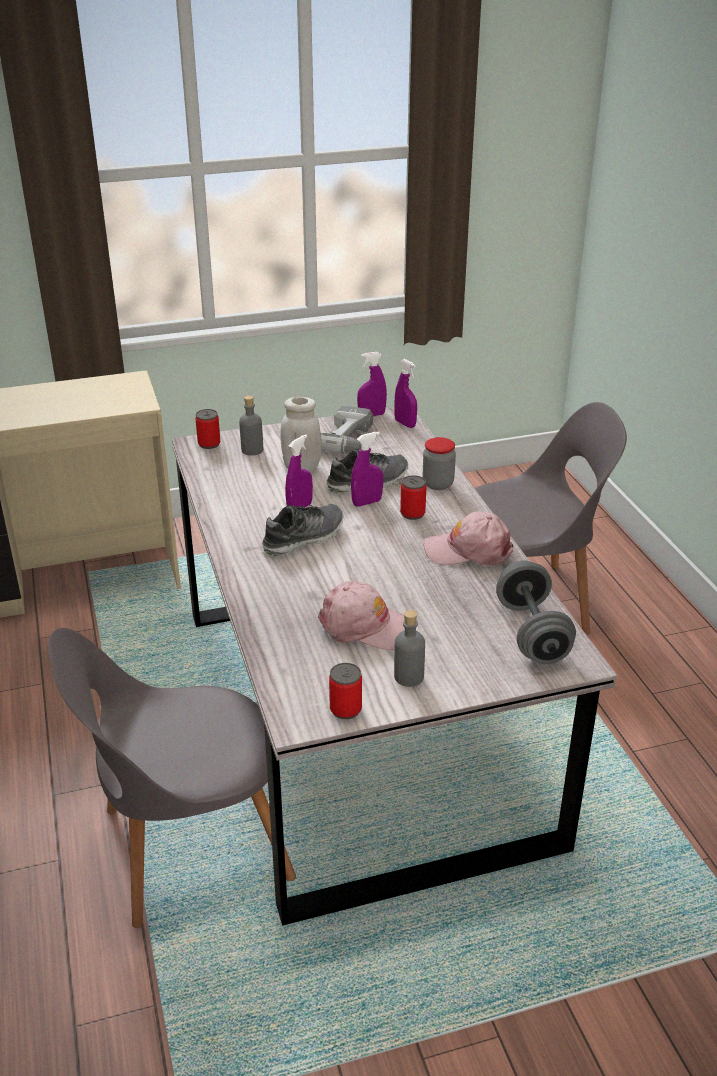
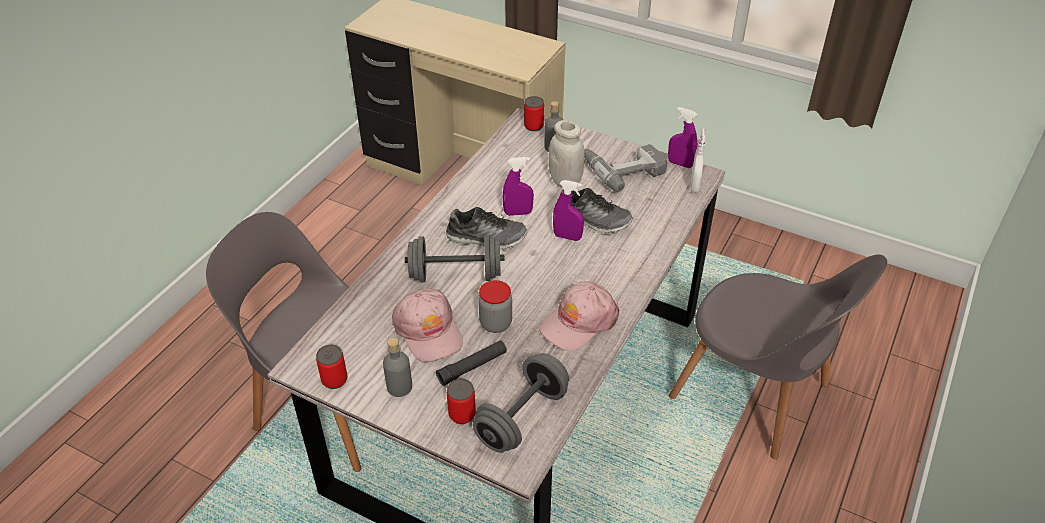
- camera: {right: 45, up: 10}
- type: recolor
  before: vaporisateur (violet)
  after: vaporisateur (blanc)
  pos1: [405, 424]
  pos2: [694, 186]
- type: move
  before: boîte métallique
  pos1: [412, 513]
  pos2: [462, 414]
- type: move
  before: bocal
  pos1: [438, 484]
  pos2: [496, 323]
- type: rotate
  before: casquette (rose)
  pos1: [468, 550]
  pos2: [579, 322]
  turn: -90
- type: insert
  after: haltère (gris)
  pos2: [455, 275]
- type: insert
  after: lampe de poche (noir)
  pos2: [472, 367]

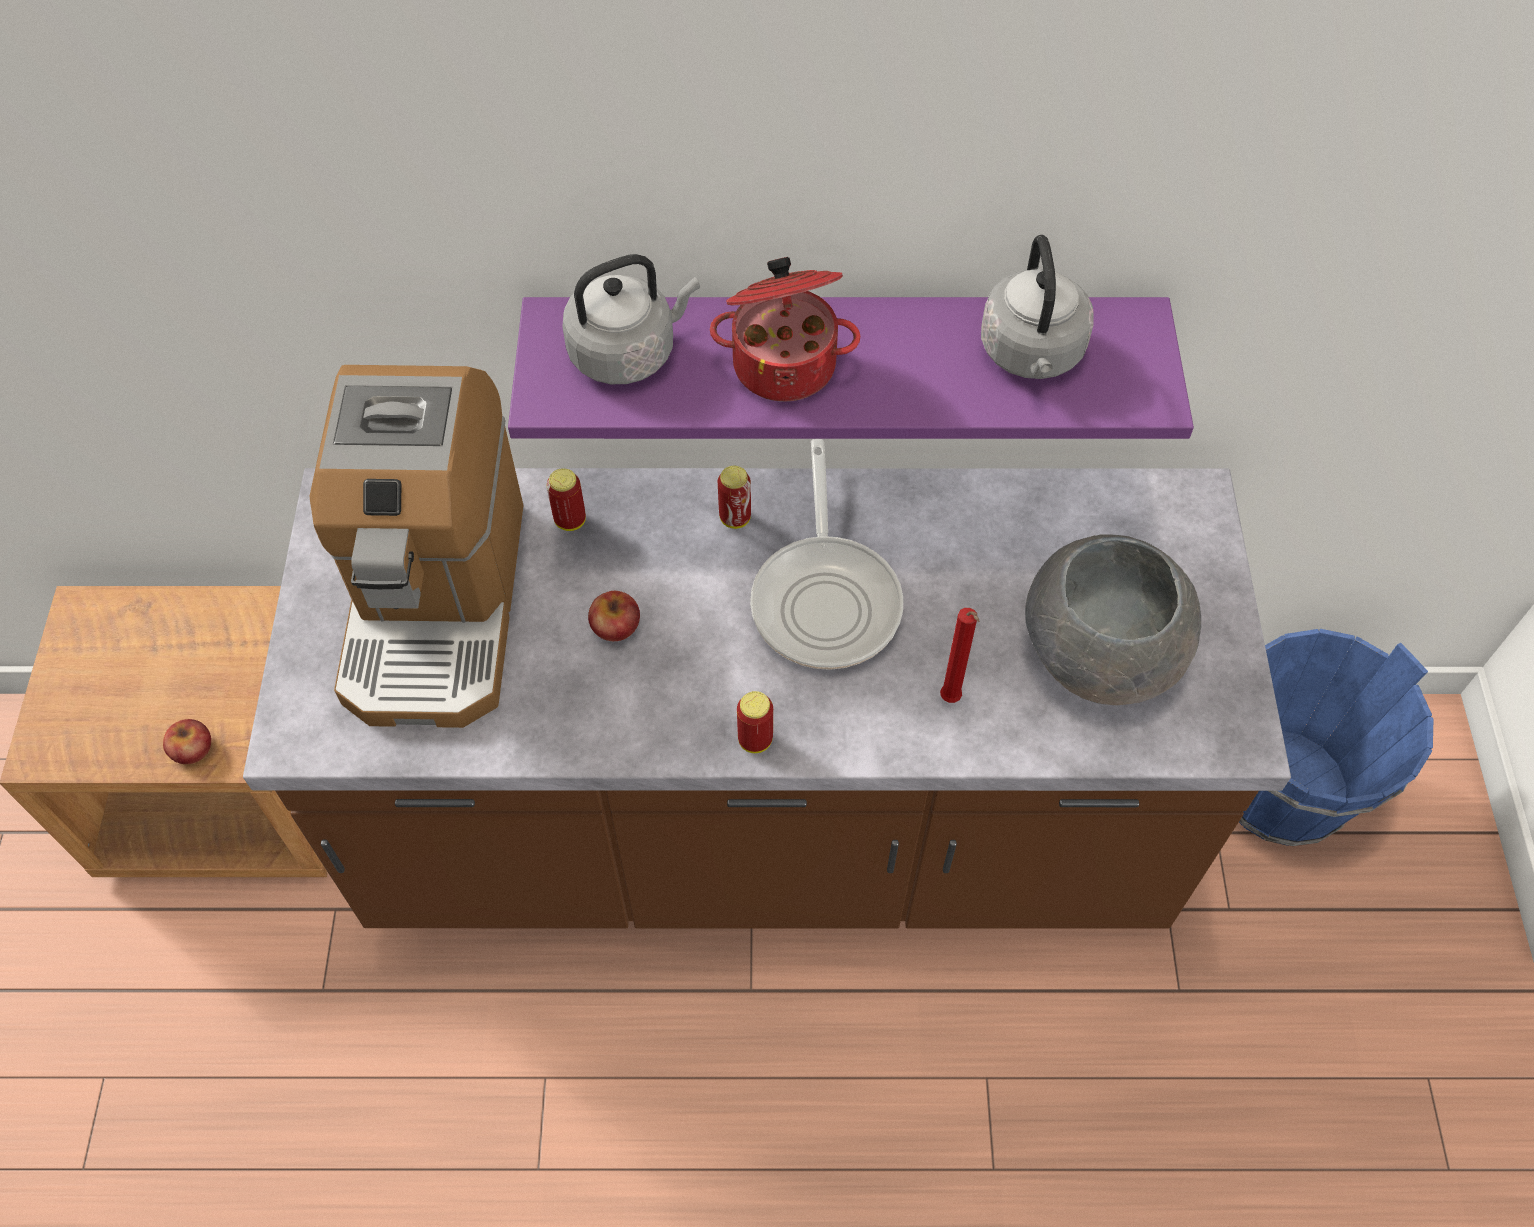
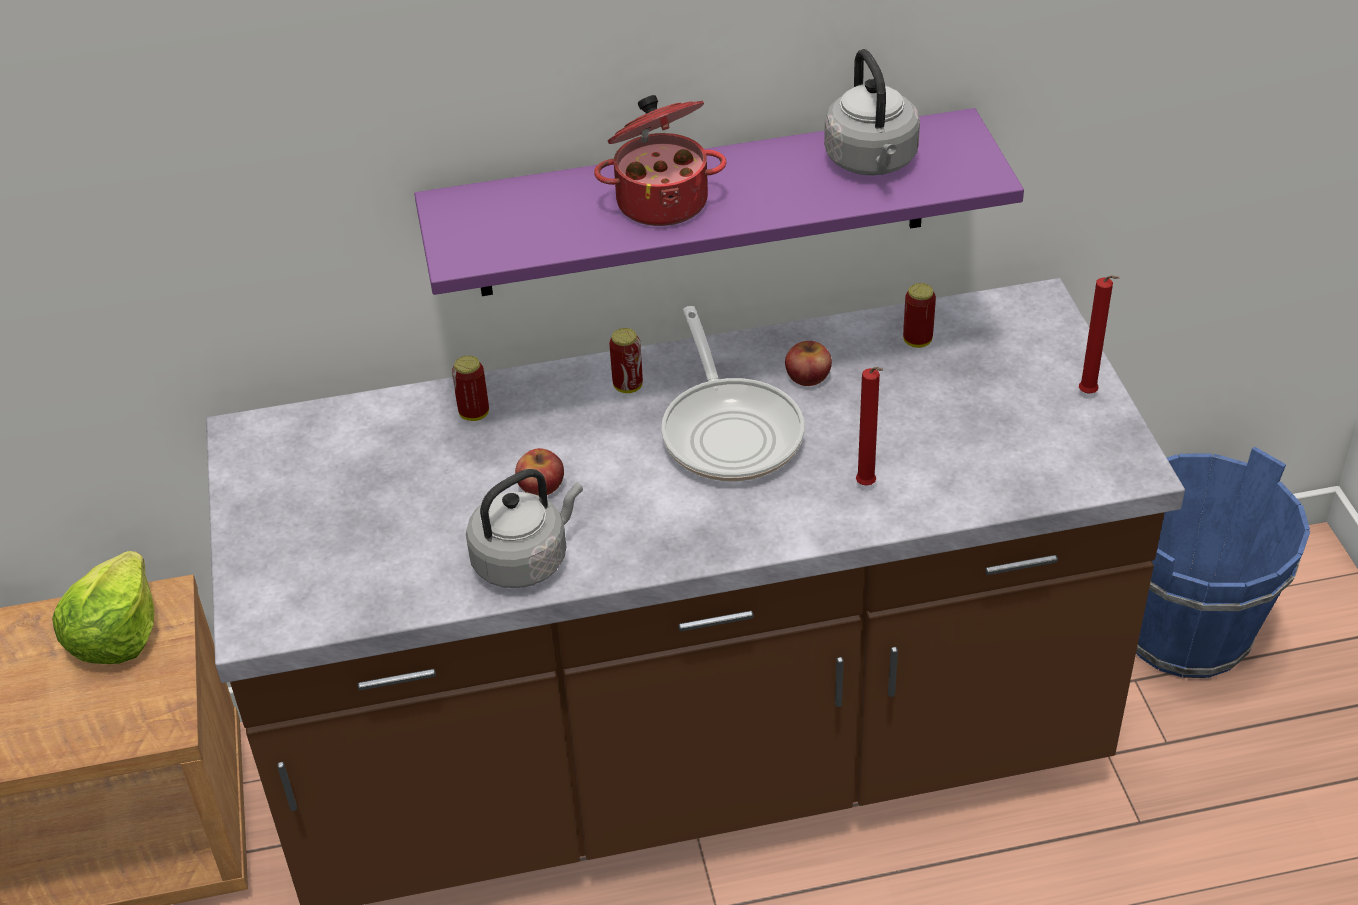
- camera: {right: -10, up: -15}
- type: move
  before: pomme
  pos1: [192, 749]
  pos2: [808, 375]
- type: delete
  before: machine à café
  pos1: [436, 603]
- type: move
  before: bouilloire (gris)
  pos1: [628, 352]
  pos2: [524, 559]
- type: move
  before: boîte métallique
  pos1: [755, 739]
  pos2: [917, 341]
- type: delete
  before: bol (gris)
  pos1: [1100, 655]
- type: insert
  after: laitue
  pos2: [115, 633]
- type: insert
  after: bougie (rouge)
  pos2: [1089, 395]

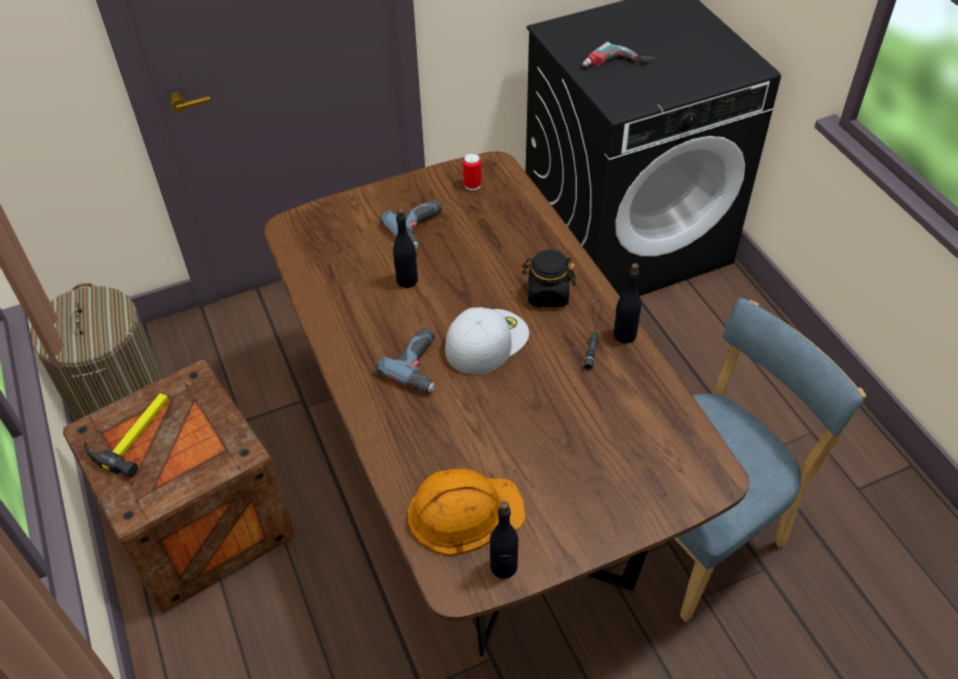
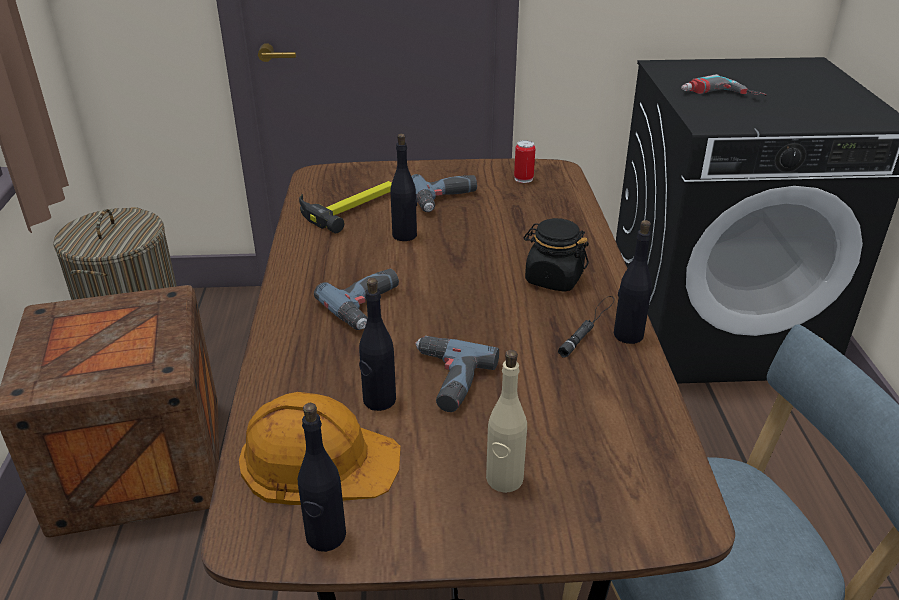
- camera: {right: 20, up: -15}
- type: move
  before: marteau
  pos1: [134, 434]
  pos2: [351, 207]
- type: delete
  before: casquette (blanc)
  pos1: [486, 340]
- type: insert
  after: bouteille (noir)
  pos2: [379, 400]
- type: insert
  after: perceuse
  pos2: [445, 380]
- type: insert
  after: bouteille (beige)
  pos2: [504, 479]

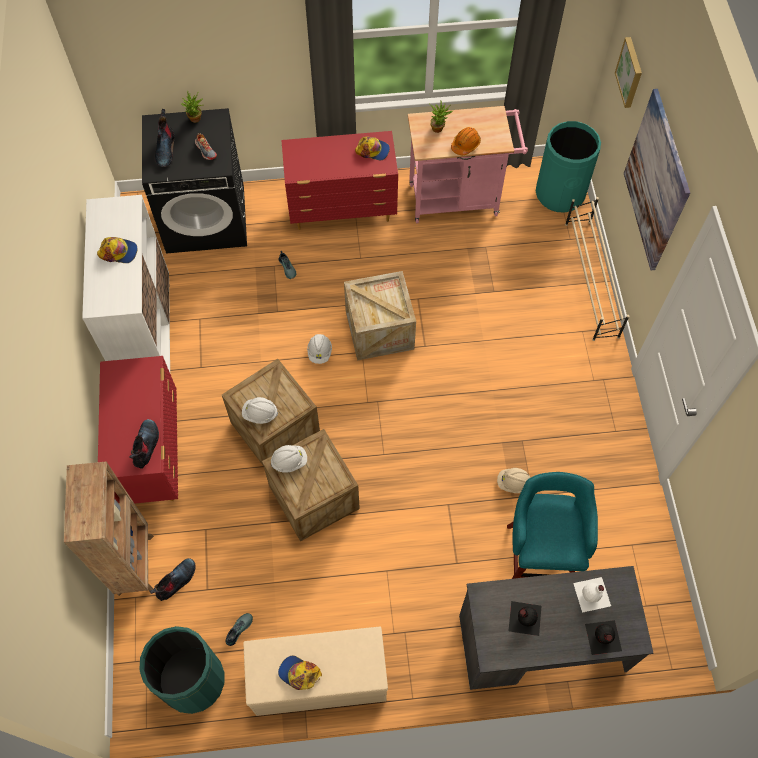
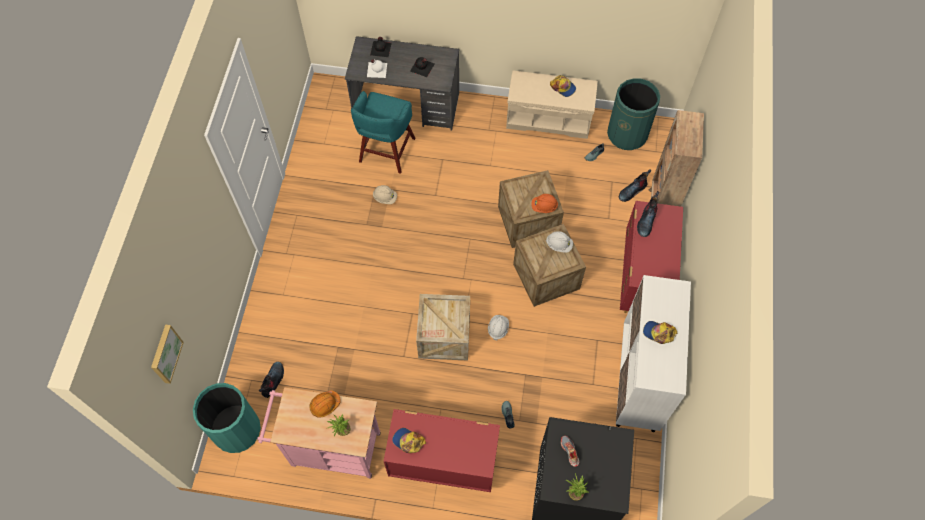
- camera: {right: -165, up: 0}
- type: move
  before: botte
  pos1: [165, 149]
  pos2: [273, 381]
- type: recolor
  before: casque de chantier (blanc)
  after: casque de chantier (orange)
  pos1: [289, 461]
  pos2: [544, 207]
- type: delete
  before: étagère à chaussures (beige)
  pos1: [591, 280]
- type: delete
  before: tableau
  pos1: [656, 182]

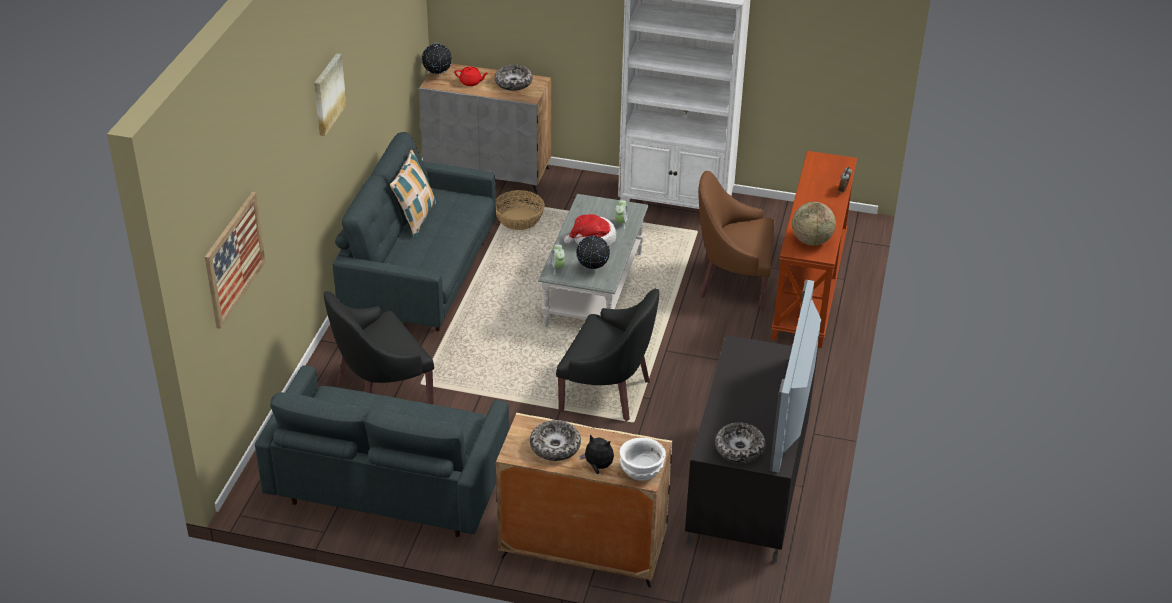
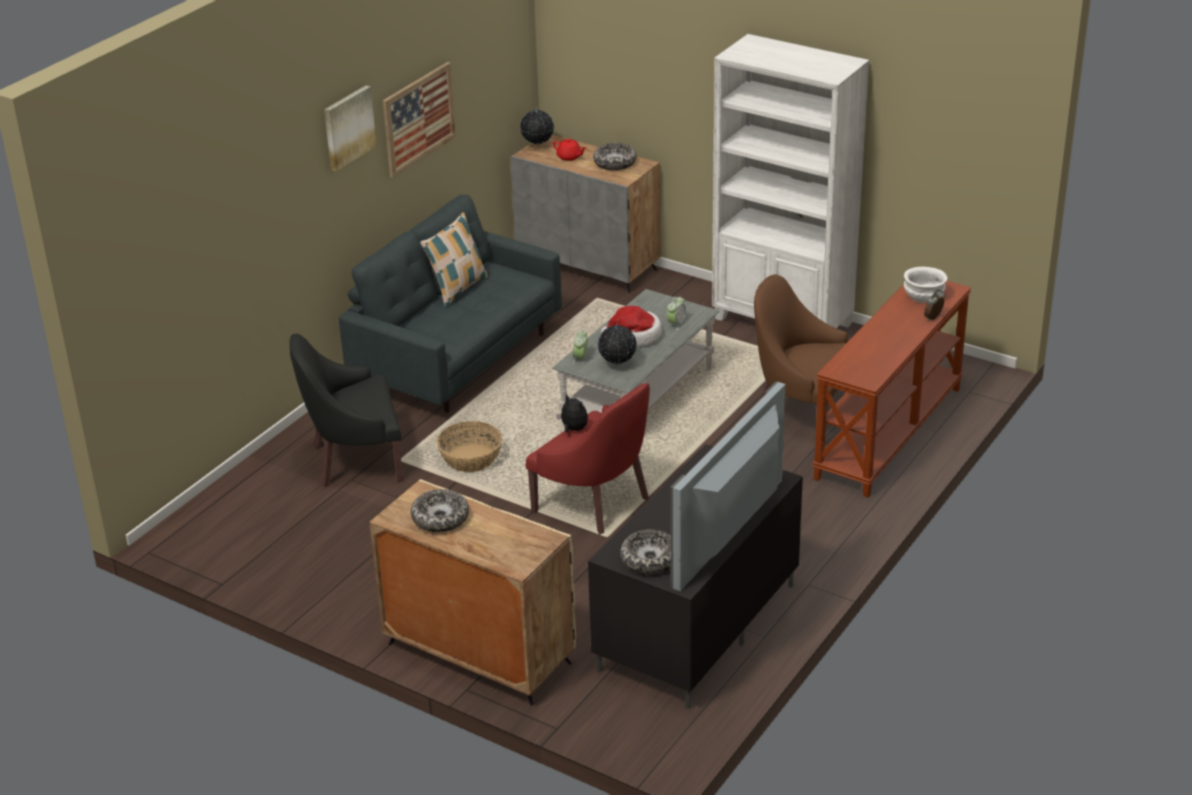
- camera: {right: 20, up: -5}
- type: move
  before: tableau
  pos1: [234, 259]
  pos2: [418, 118]
- type: delete
  before: canapé (gris)
  pos1: [388, 487]
- type: move
  before: panier
  pos1: [518, 219]
  pos2: [470, 458]
- type: recolor
  before: fauteuil (noir)
  after: fauteuil (rouge)
  pos1: [608, 392]
  pos2: [595, 502]
- type: move
  before: peluche
  pos1: [598, 466]
  pos2: [573, 429]
- type: move
  before: bol (blanc)
  pos1: [640, 470]
  pos2: [923, 296]
- type: delete
  before: globe
  pos1: [811, 240]

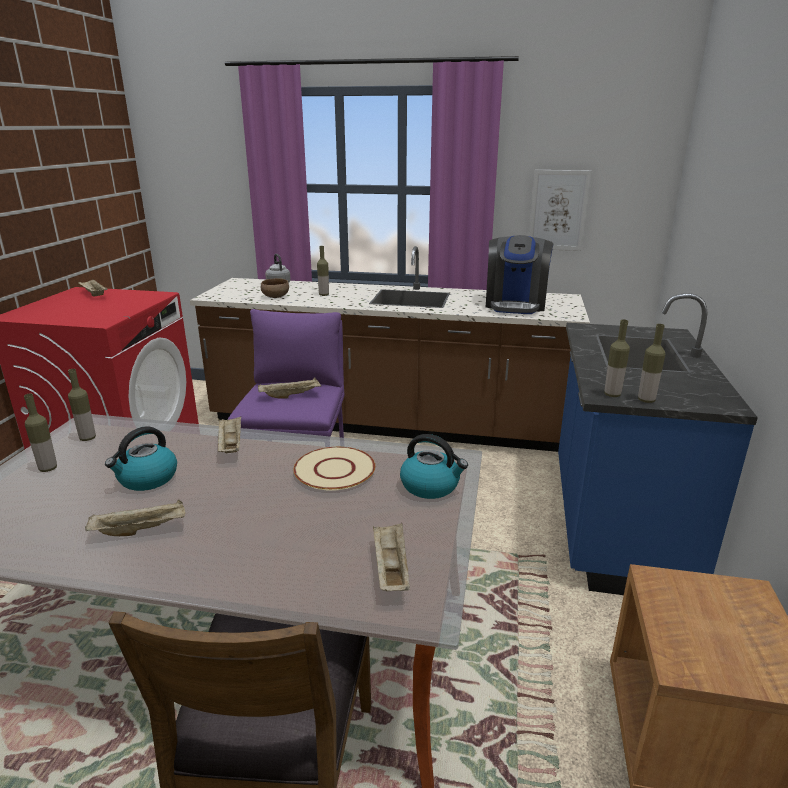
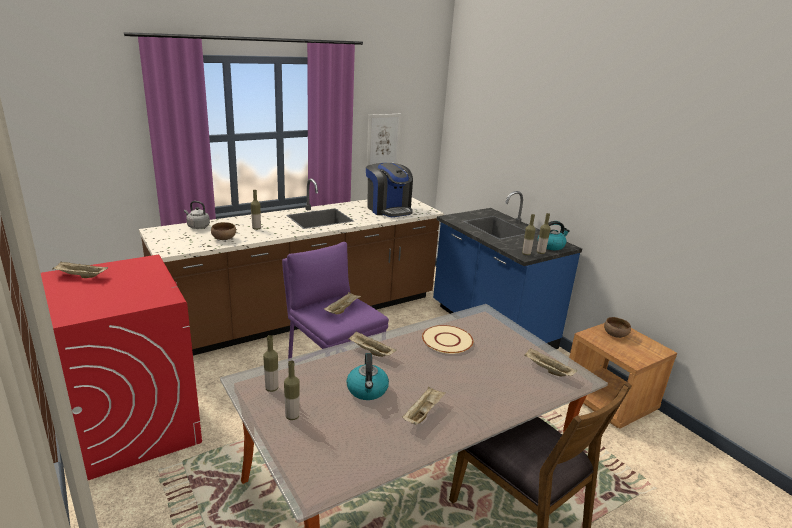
- camera: {right: -45, up: 0}
- type: move
  before: bouilloire
  pos1: [431, 486]
  pos2: [551, 246]
- type: insert
  after: bol (marron)
  pos2: [615, 335]

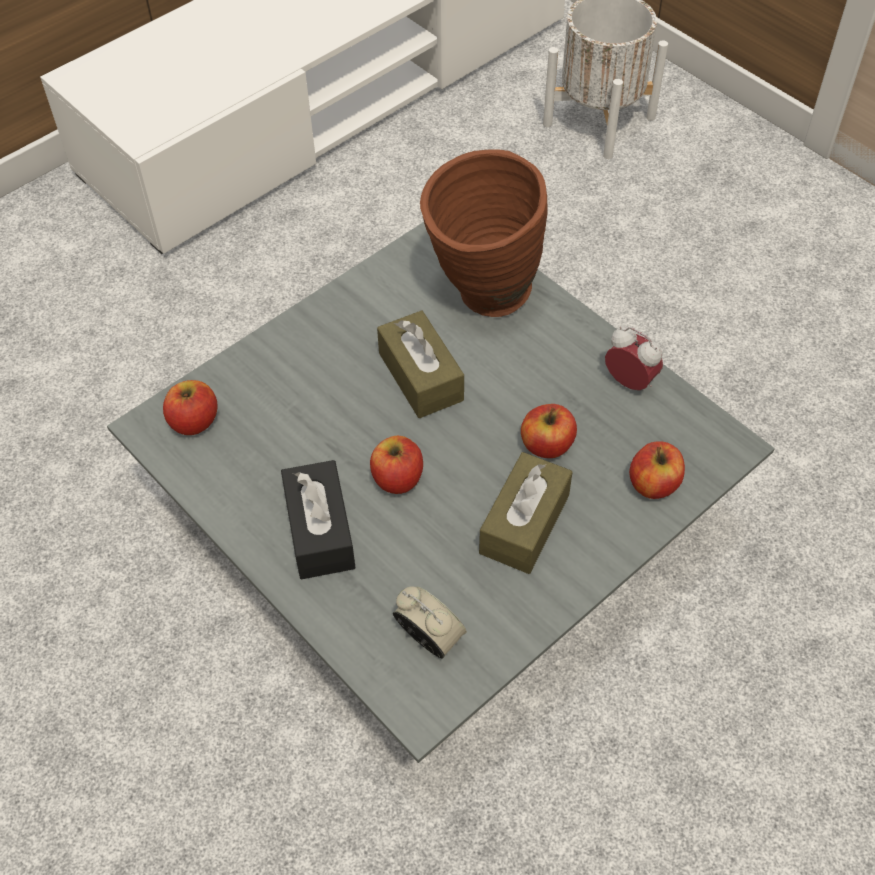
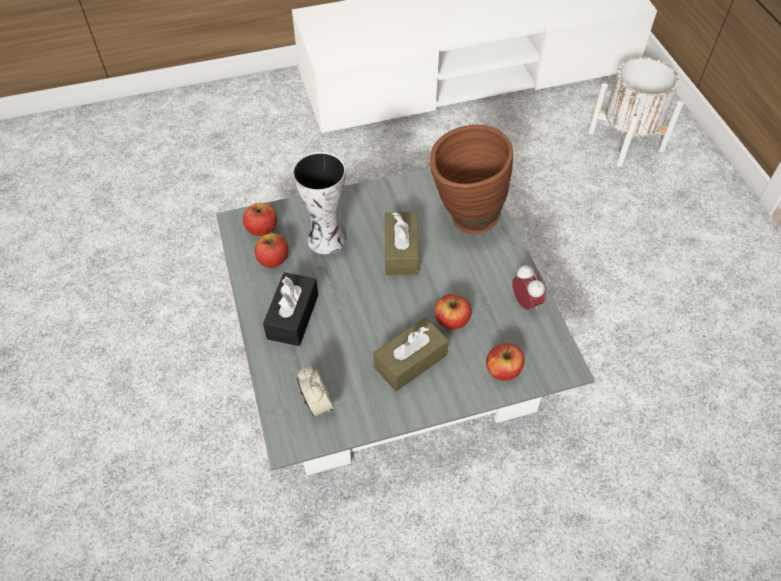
- camera: {right: 25, up: 0}
- type: move
  before: pomme
  pos1: [397, 478]
  pos2: [273, 259]
- type: insert
  after: vase
  pos2: [327, 241]

